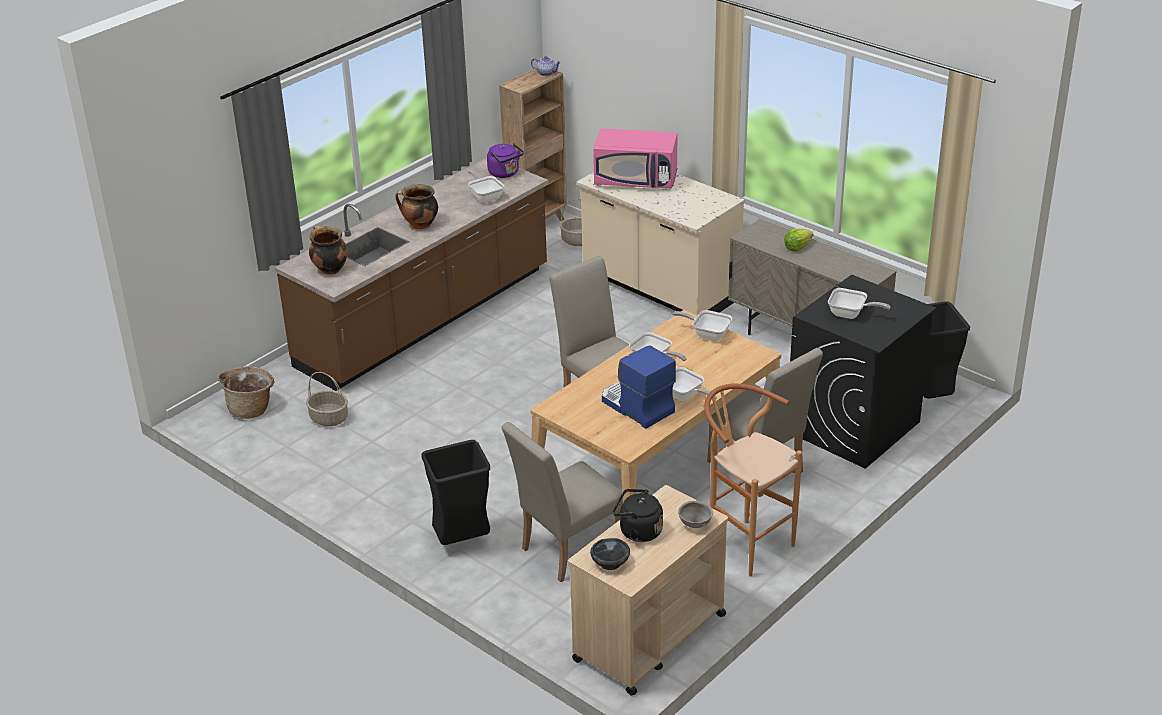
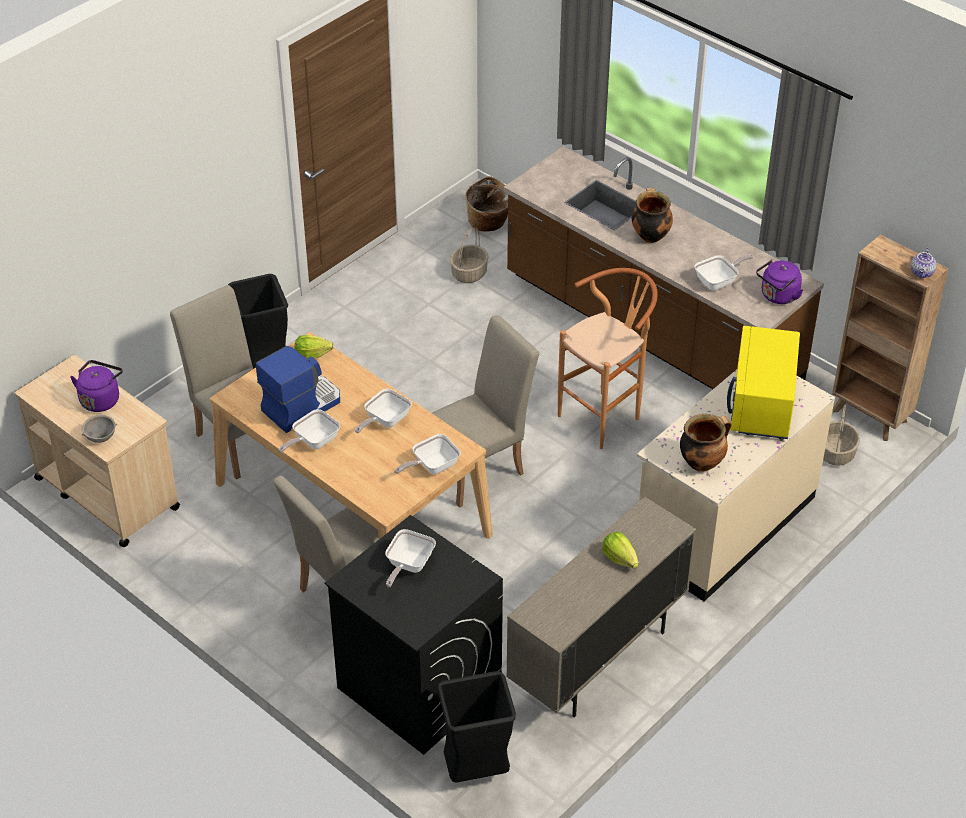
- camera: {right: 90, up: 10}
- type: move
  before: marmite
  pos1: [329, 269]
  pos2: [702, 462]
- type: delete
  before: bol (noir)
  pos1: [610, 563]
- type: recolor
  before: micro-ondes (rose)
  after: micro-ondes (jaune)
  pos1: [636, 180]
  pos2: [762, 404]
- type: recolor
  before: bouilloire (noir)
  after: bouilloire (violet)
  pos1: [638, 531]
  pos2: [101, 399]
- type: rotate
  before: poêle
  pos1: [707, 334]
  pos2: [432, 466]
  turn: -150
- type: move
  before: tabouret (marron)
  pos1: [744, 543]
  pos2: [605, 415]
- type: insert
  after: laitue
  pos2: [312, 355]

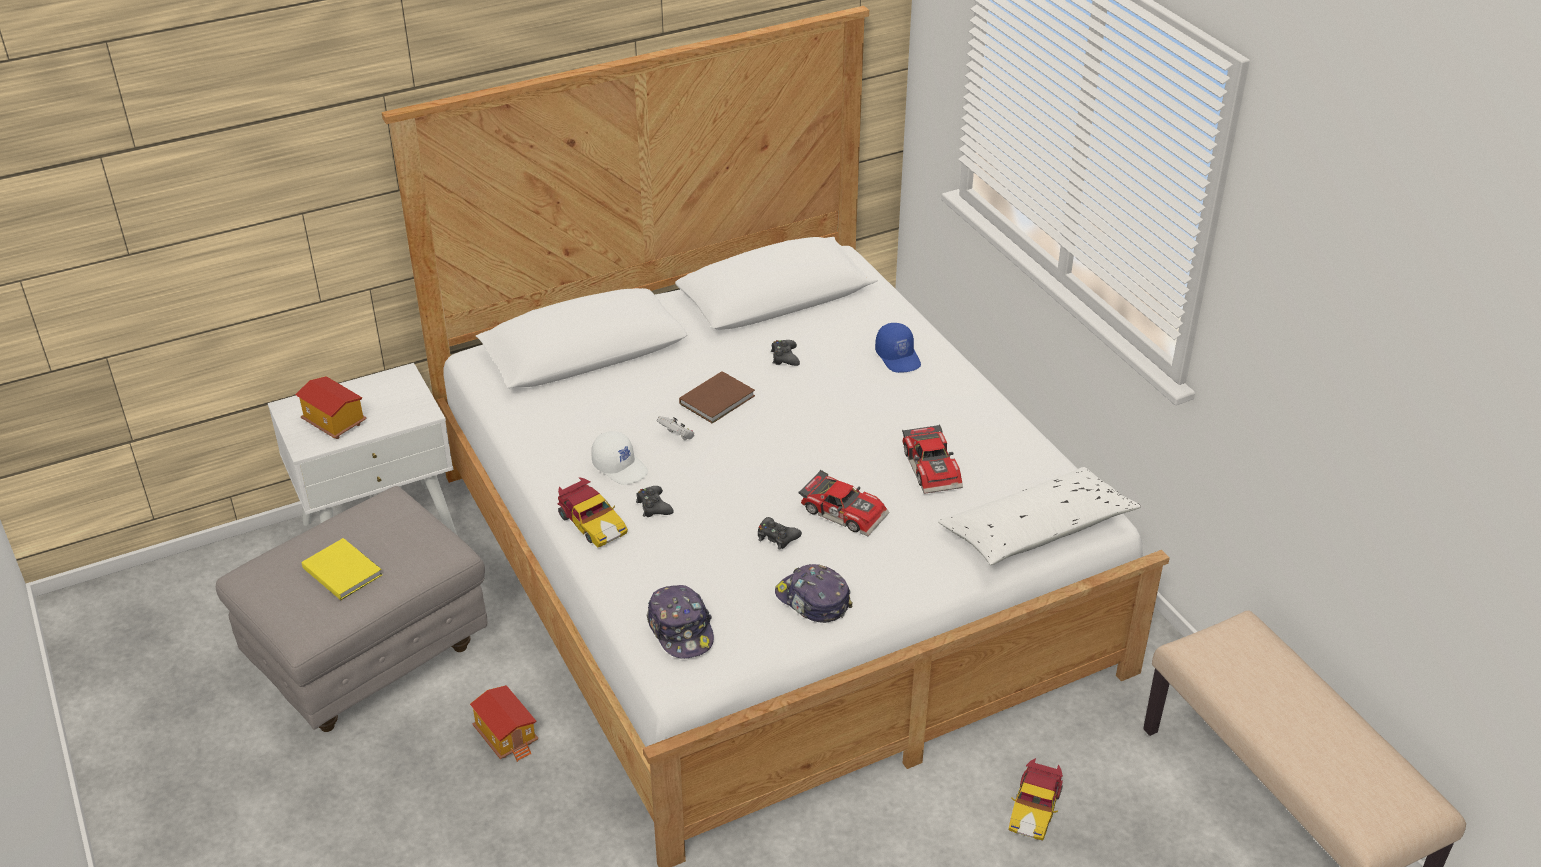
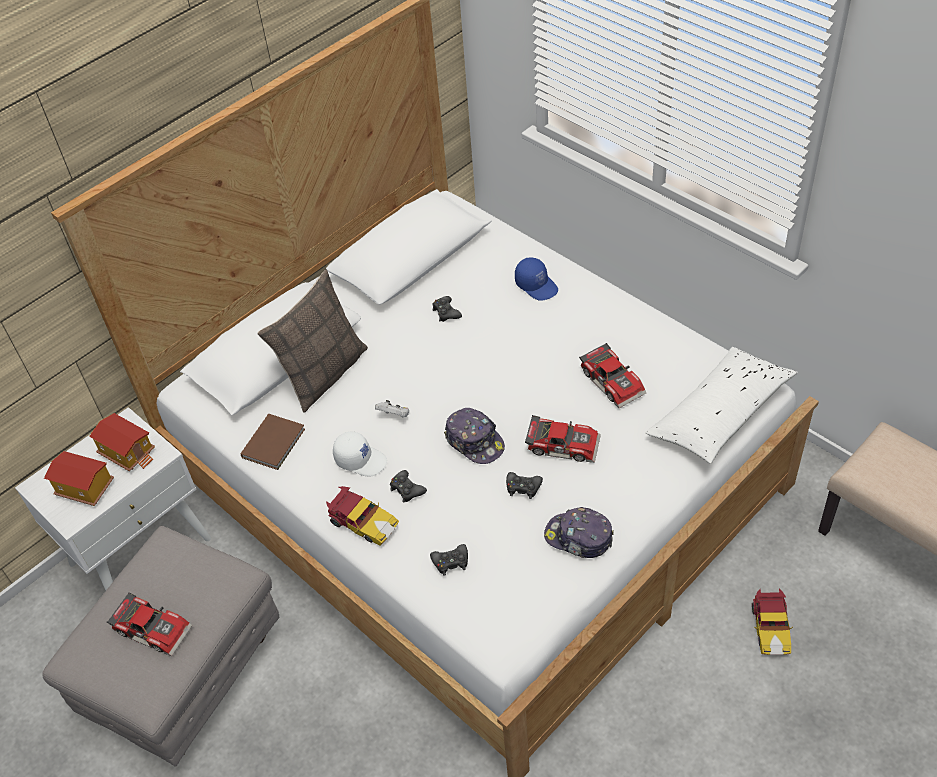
- camera: {right: -15, up: 10}
- type: replace
  before: livre (jaune)
  after: petite voiture
  pos1: [342, 570]
  pos2: [154, 627]
- type: move
  before: maison miniature
  pos1: [507, 736]
  pos2: [128, 452]
- type: move
  before: casquette
  pos1: [681, 630]
  pos2: [475, 441]
- type: move
  before: livre (marron)
  pos1: [719, 399]
  pos2: [275, 442]
- type: insert
  after: coussin
  pos2: [323, 374]
- type: insert
  after: manette (noir)
  pos2: [451, 562]

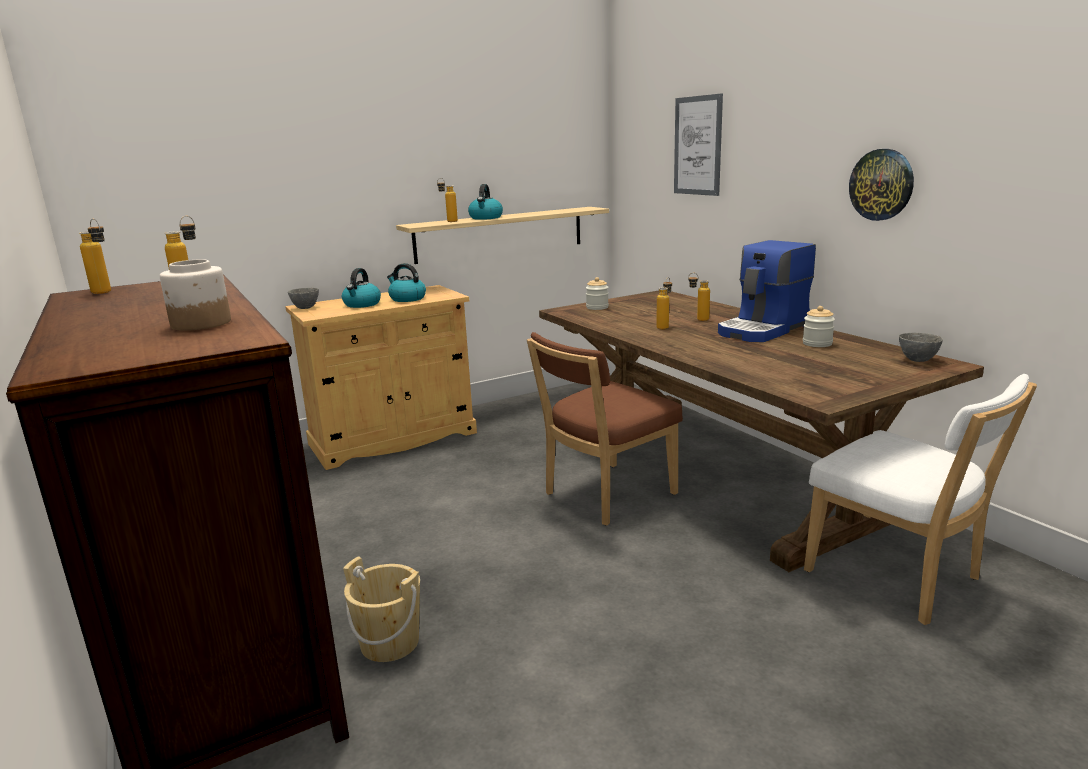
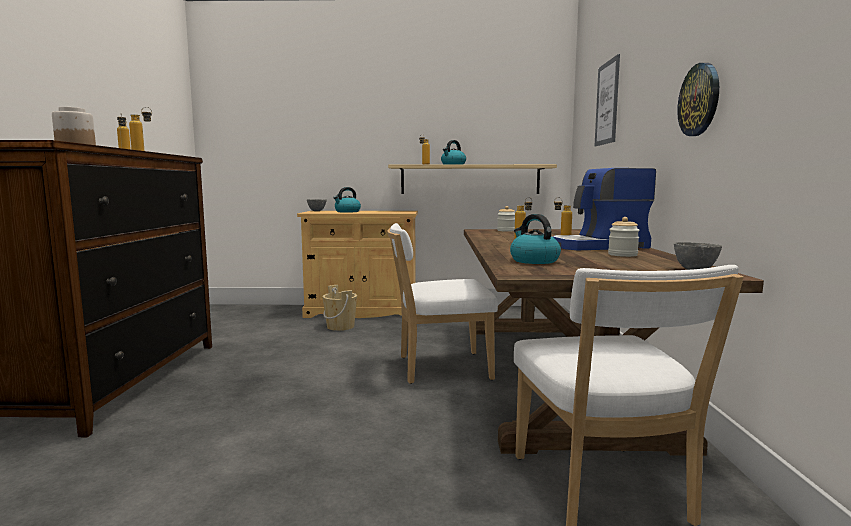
- camera: {right: 30, up: -10}
- type: move
  before: seau (beige)
  pos1: [390, 642]
  pos2: [340, 326]
- type: move
  before: bouilloire
  pos1: [407, 299]
  pos2: [533, 261]
- type: recolor
  before: chaise (marron)
  after: chaise (blanc)
  pos1: [605, 496]
  pos2: [439, 368]

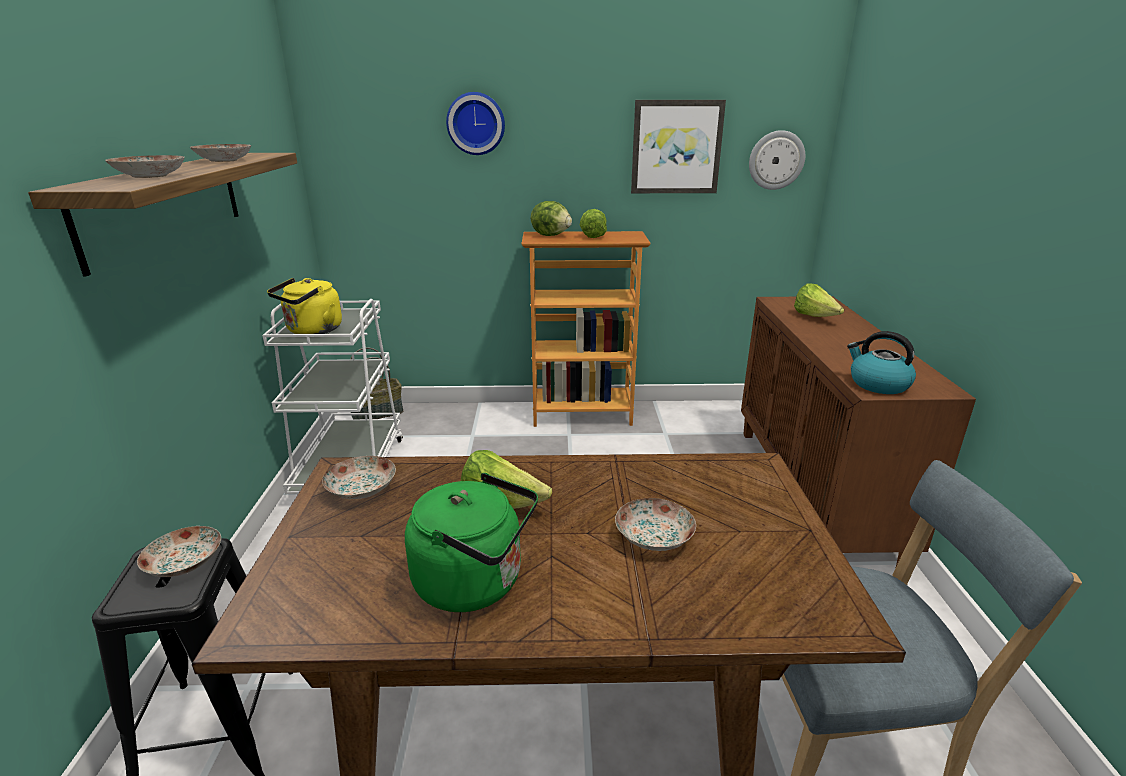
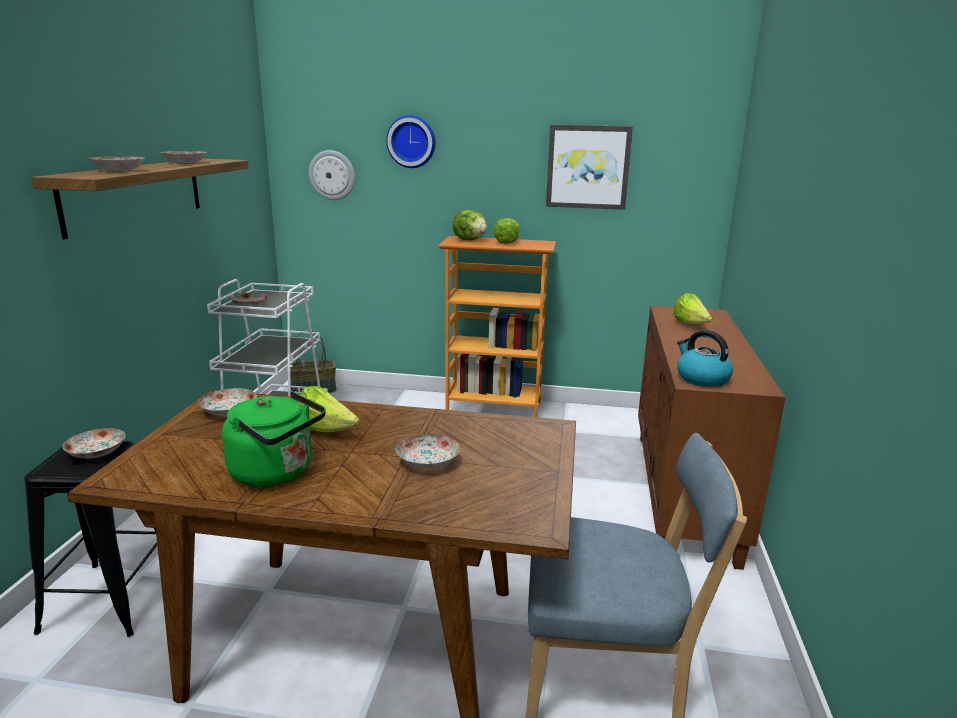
- camera: {right: 10, up: -5}
- type: replace
  before: bouilloire (jaune)
  after: assiette
  pos1: [312, 331]
  pos2: [249, 305]
- type: move
  before: horloge murale
  pos1: [776, 160]
  pos2: [332, 175]

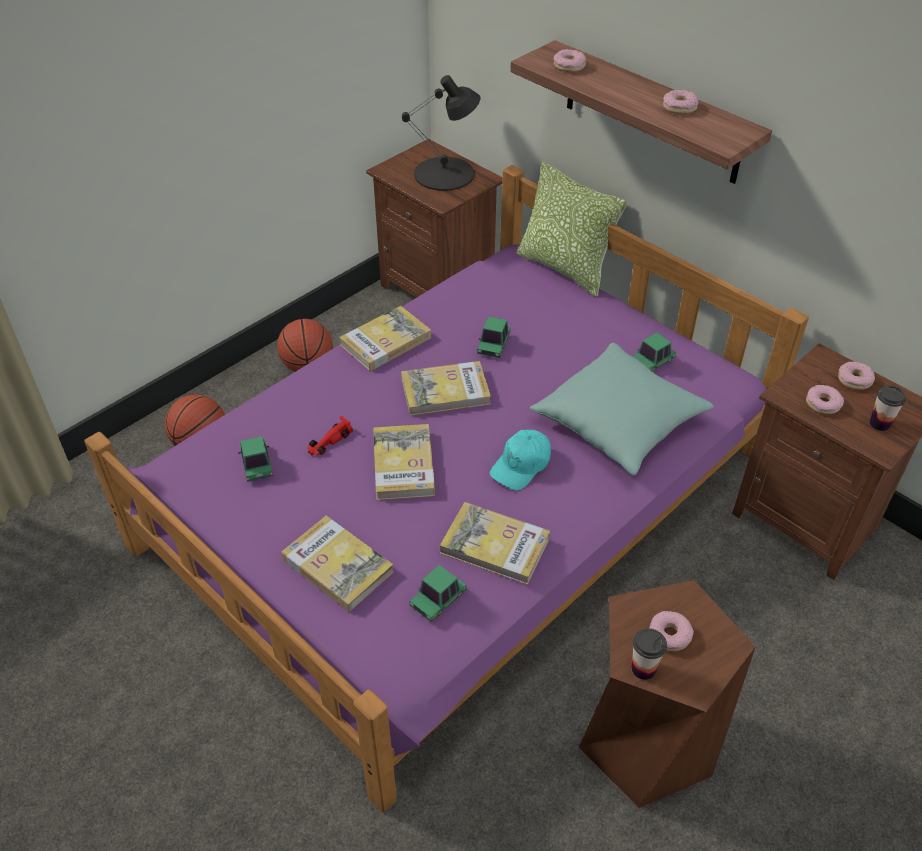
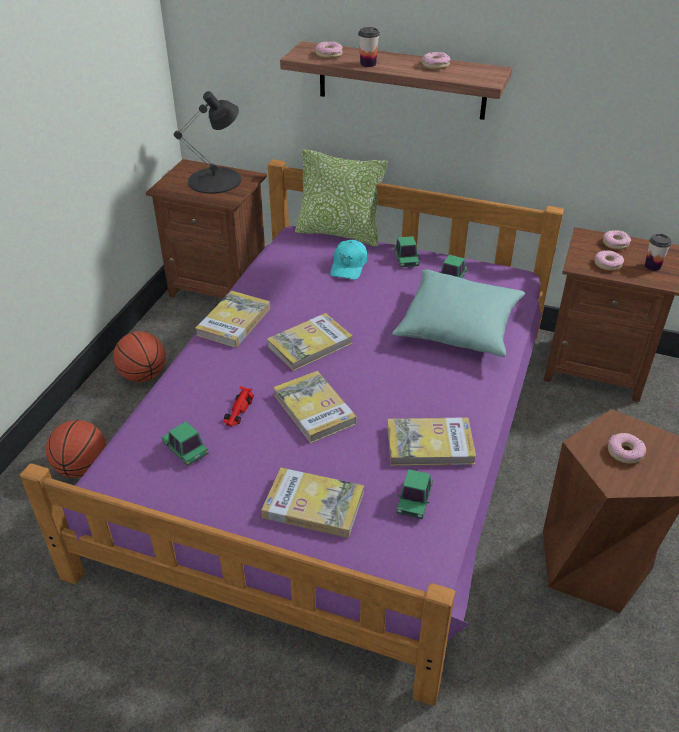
- camera: {right: -25, up: -5}
- type: move
  before: petite voiture
  pos1: [493, 345]
  pos2: [406, 259]
- type: move
  before: casquette (turquoise)
  pos1: [521, 465]
  pos2: [349, 266]
- type: move
  before: tasse
  pos1: [643, 668]
  pos2: [368, 64]

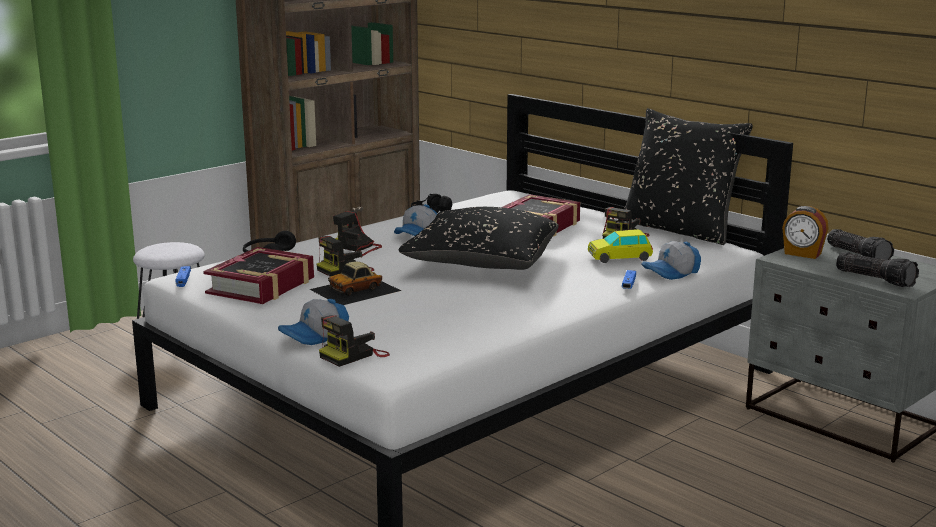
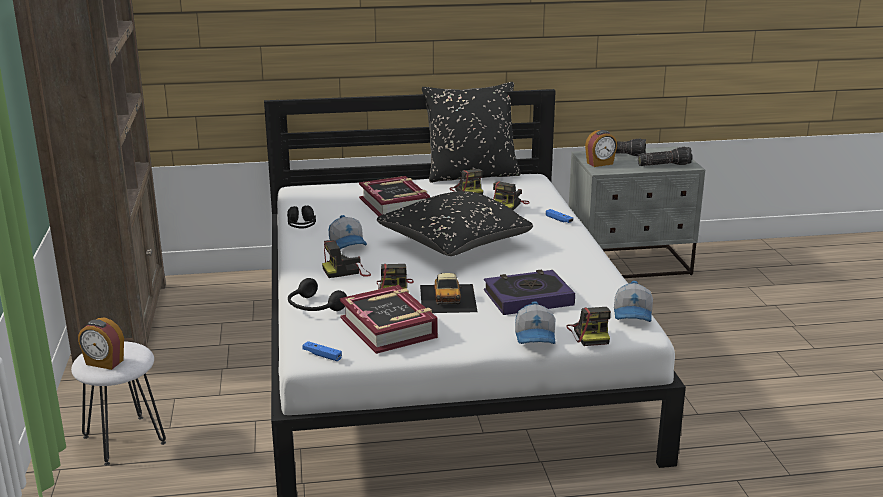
- camera: {right: -55, up: 5}
- type: replace
  before: petite voiture
  after: appareil photo
  pos1: [619, 257]
  pos2: [509, 205]
- type: move
  before: casquette
  pos1: [672, 273]
  pos2: [633, 314]
- type: insert
  after: réveil
  pos2: [104, 363]
- type: insert
  after: livre
  pos2: [528, 298]

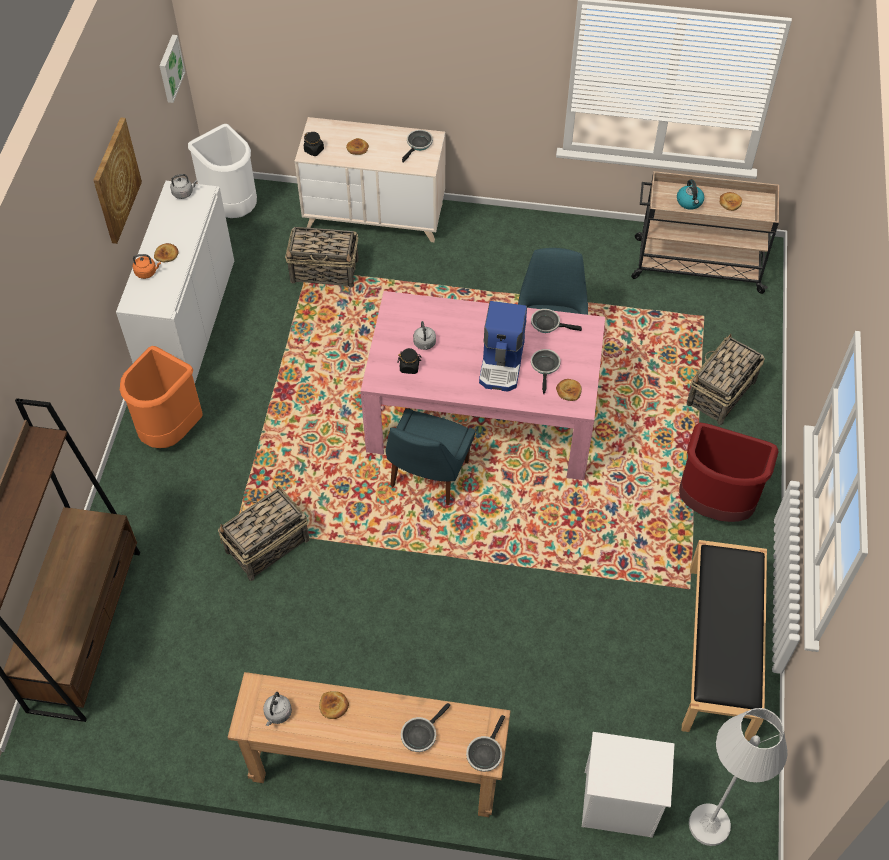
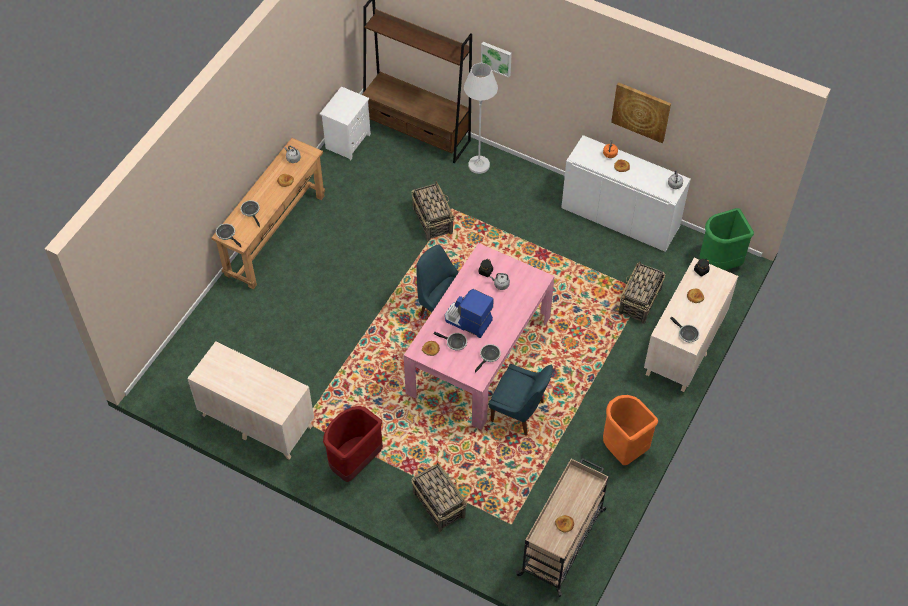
- camera: {right: 110, up: 0}
- type: move
  before: poubelle (orange)
  pos1: [171, 431]
  pos2: [623, 449]
- type: move
  before: tableau
  pos1: [169, 68]
  pos2: [496, 58]
- type: recolor
  before: poubelle (blanc)
  after: poubelle (vert)
  pos1: [233, 208]
  pos2: [719, 263]
- type: move
  before: table de chevet (blanc)
  pos1: [617, 804]
  pos2: [347, 141]
- type: delete
  before: bouilloire
  pos1: [689, 202]
- type: replace
  before: banc (noir)
  after: commode (beige)
  pos1: [720, 651]
  pos2: [256, 420]
- type: move
  before: lampadaire (blanc)
  pos1: [709, 825]
  pos2: [479, 165]

